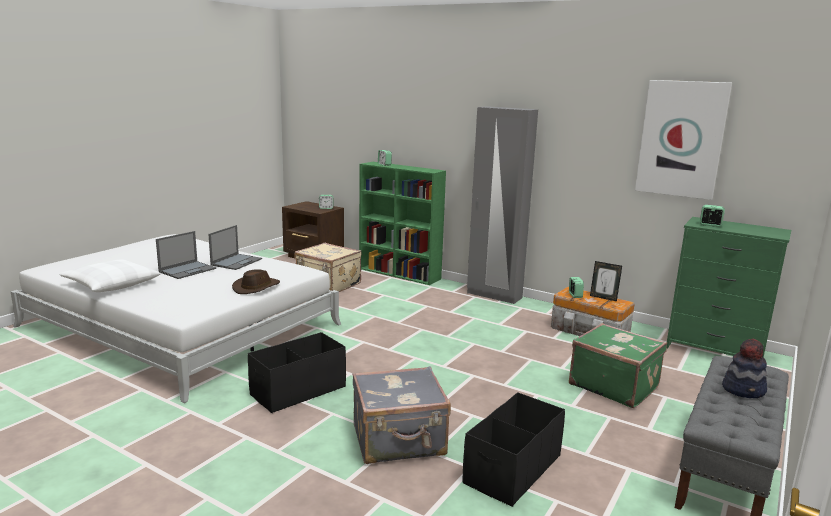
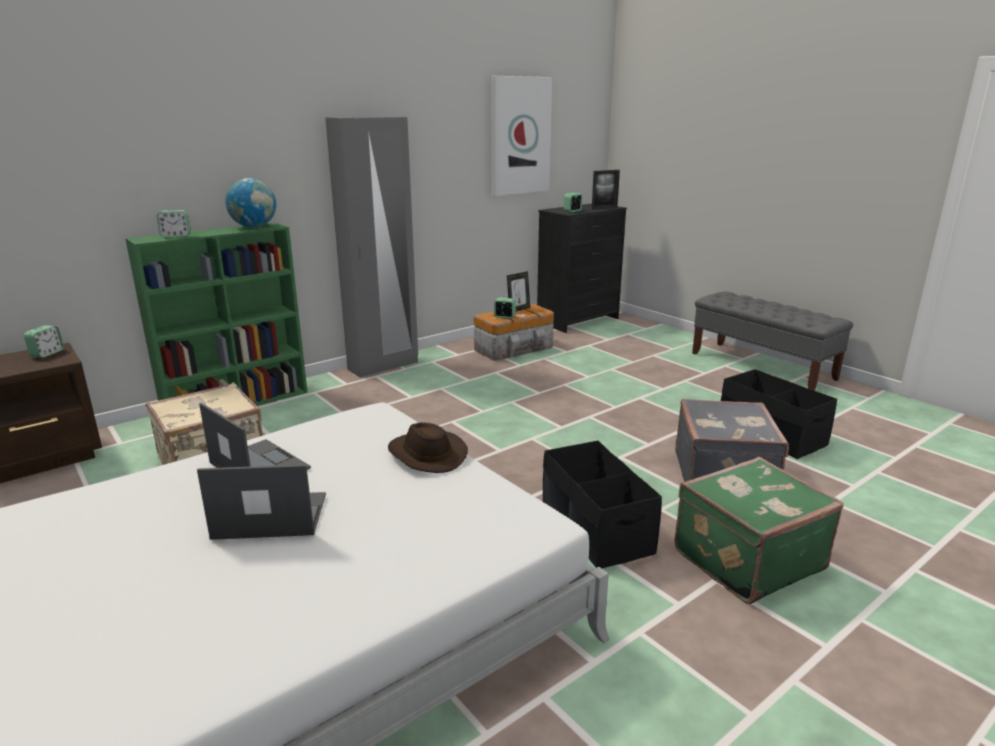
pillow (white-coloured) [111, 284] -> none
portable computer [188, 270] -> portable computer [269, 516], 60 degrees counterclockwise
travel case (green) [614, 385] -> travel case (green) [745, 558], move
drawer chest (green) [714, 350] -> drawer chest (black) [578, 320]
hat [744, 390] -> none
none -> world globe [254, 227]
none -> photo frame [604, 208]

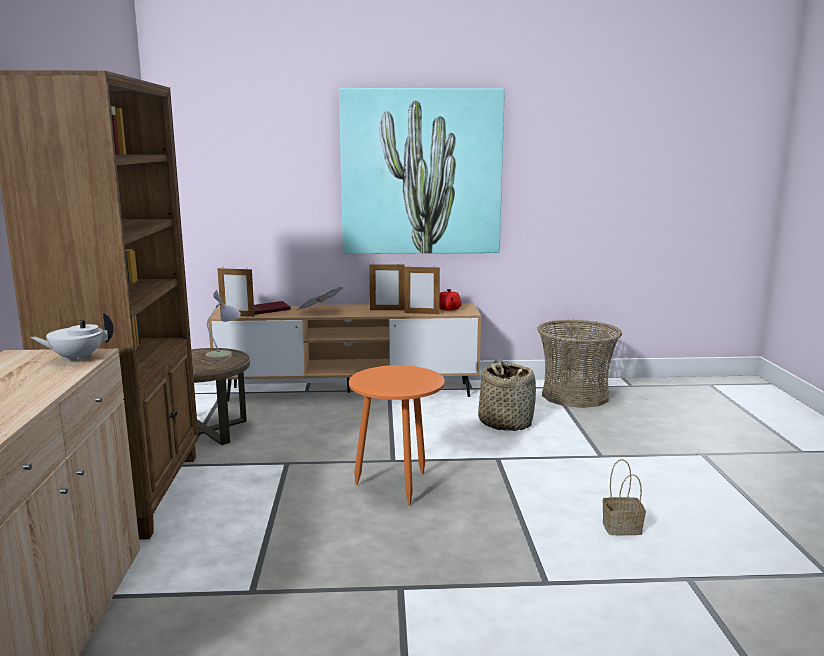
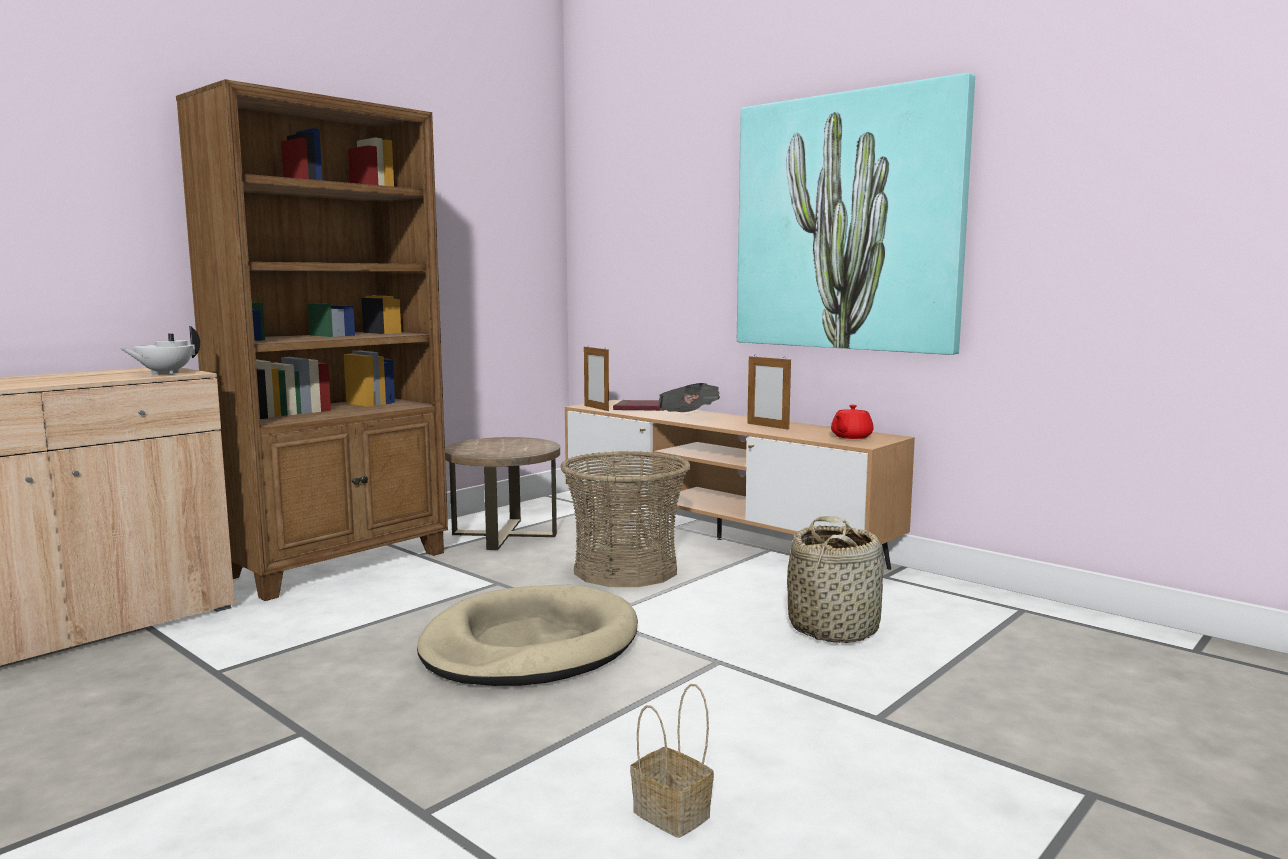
pot for tea (white-coloured) [77, 358] -> pot for tea (white-coloured) [164, 373], 75 degrees counterclockwise
tabletop lamp [224, 355] -> none
side table (orange) [397, 489] -> dog bed (beige-coloured) [530, 645]
photo frame [421, 313] -> none
storage basket [575, 395] -> storage basket [626, 569], move

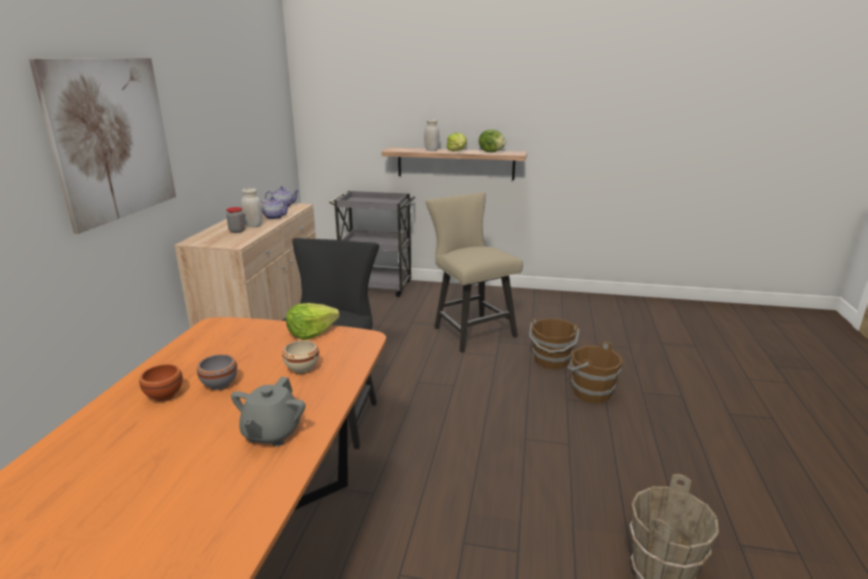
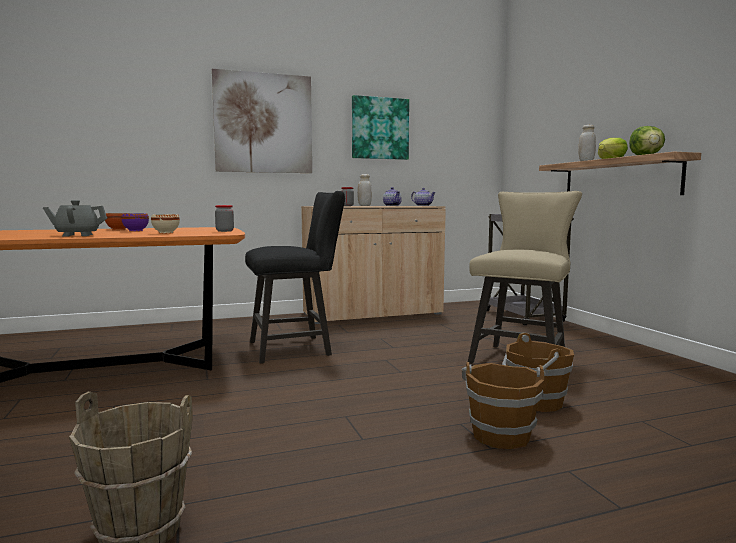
serving bowl (grey) [218, 385] -> serving bowl (purple-coloured) [135, 231]
head of lettuce [311, 333] -> preserve jar [224, 231]
none -> picture [380, 128]

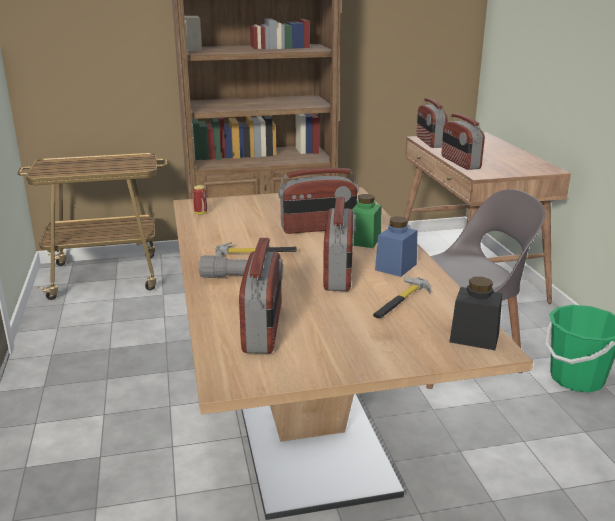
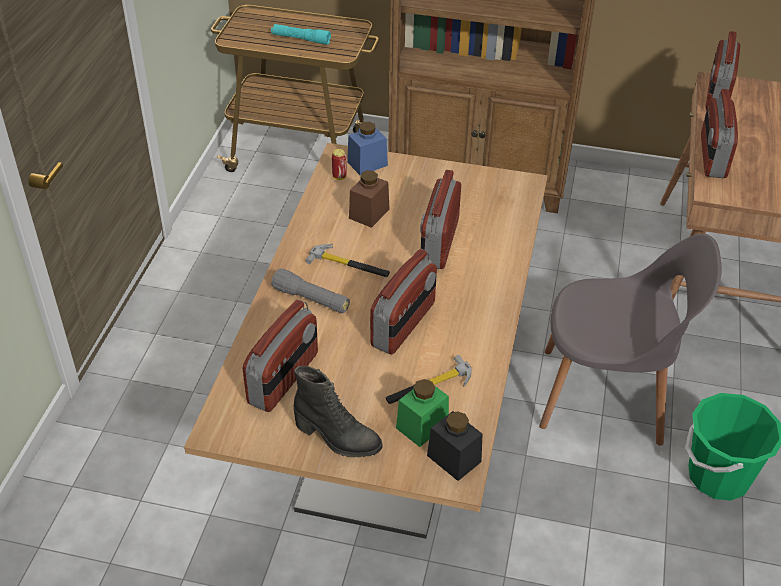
radio set [318, 228] -> radio set [438, 242], 90 degrees clockwise
preserve jar (green) [364, 240] -> preserve jar (green) [422, 426], move
preserve jar (blue) [396, 267] -> preserve jar (blue) [367, 164], move
none -> hand torch (turquoise) [301, 39]
none -> boot (black) [337, 438]
none -> preserve jar (brown-coloured) [369, 213]

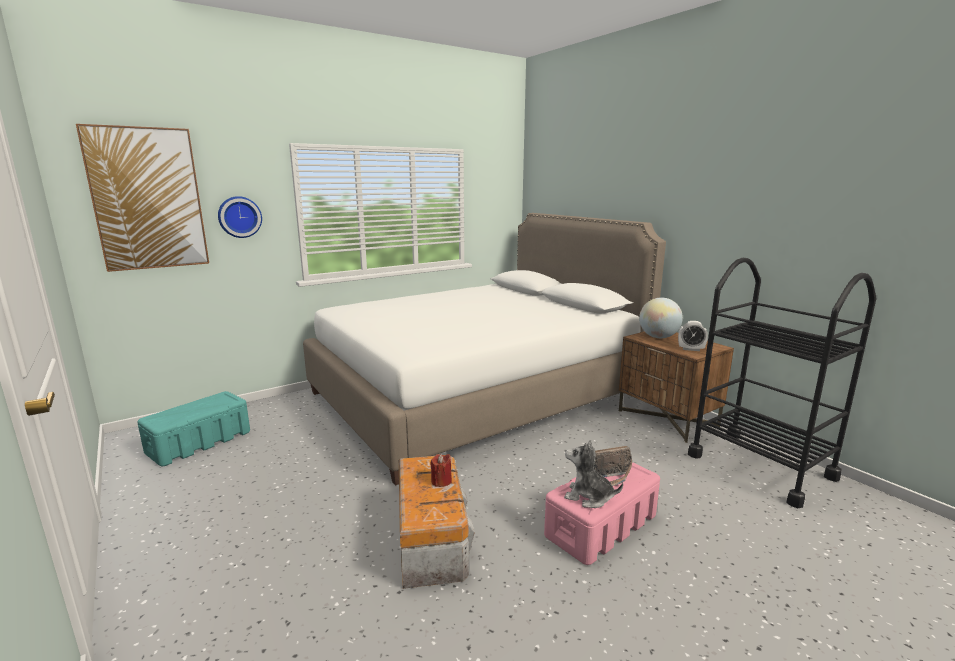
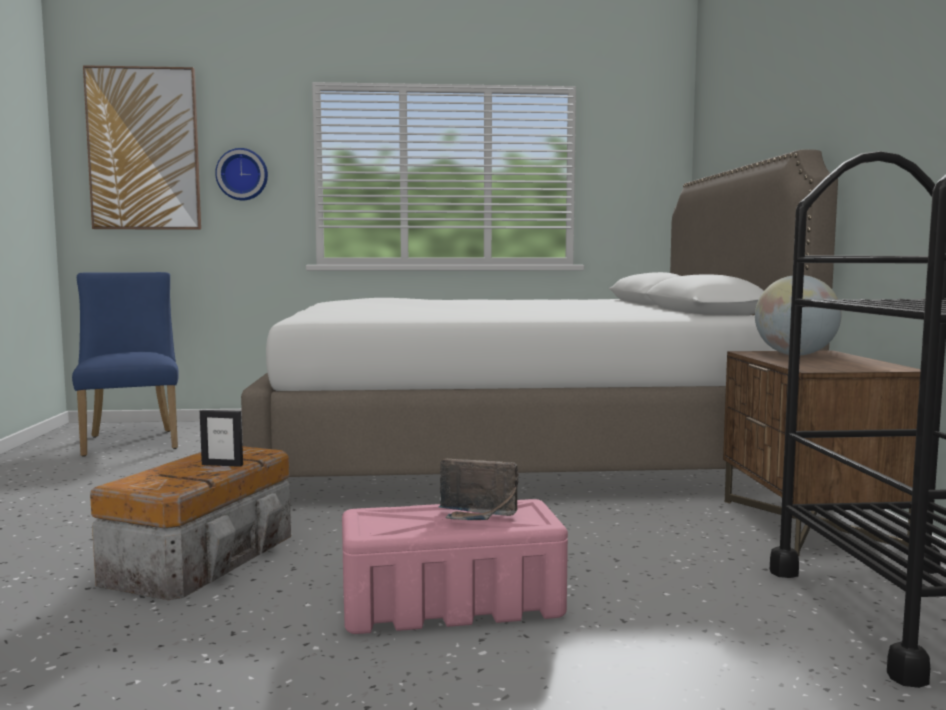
storage box (turquoise) [200, 442] -> plain chair (blue) [132, 441]
wax light (reddish) [441, 481] -> photo frame [222, 465]
soft toy [588, 497] -> none
alarm clock [691, 349] -> none

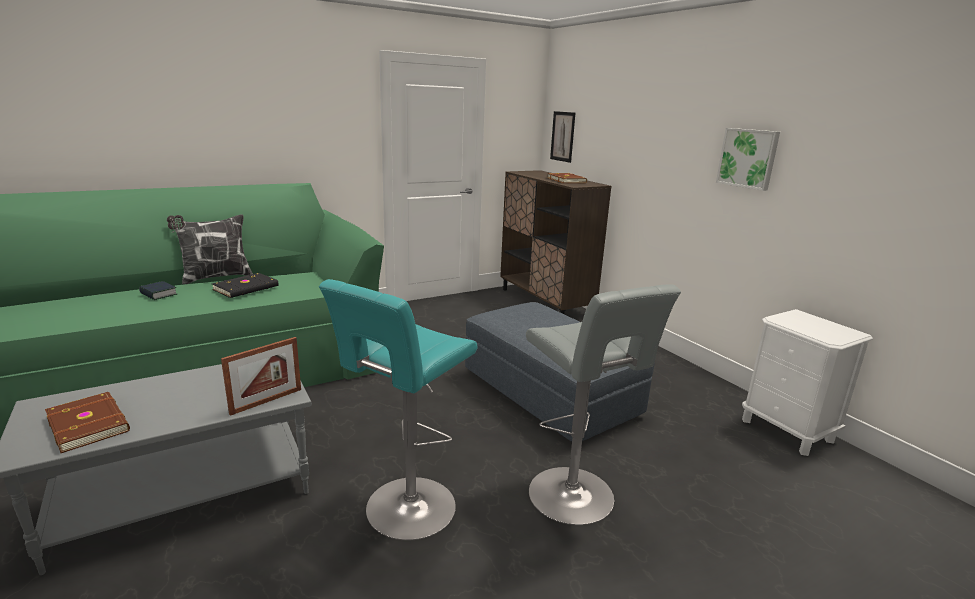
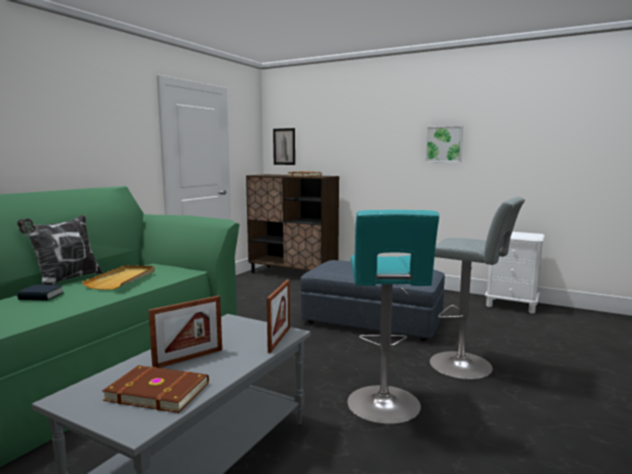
volume (black) [247, 288] -> tray (beige-coloured) [122, 279]
none -> photo frame [188, 358]

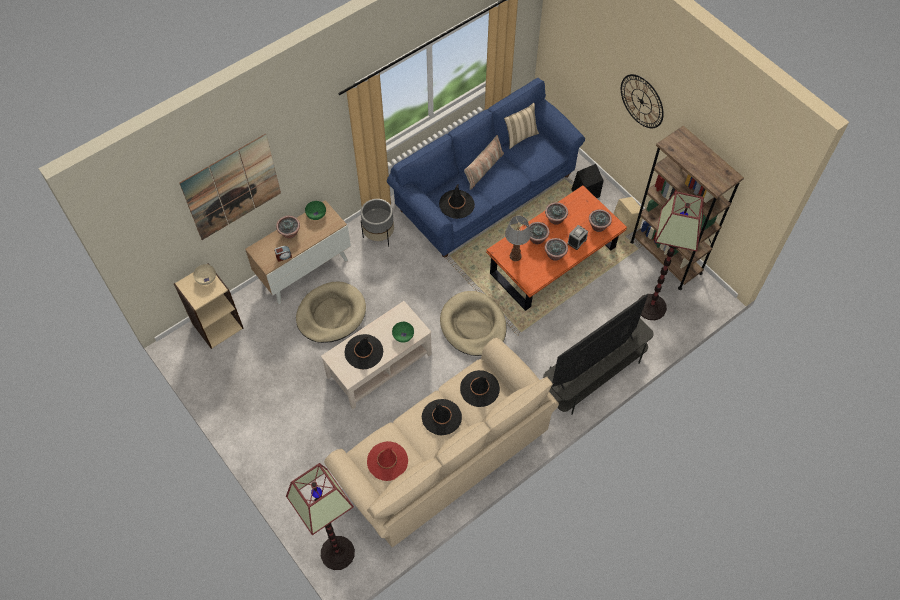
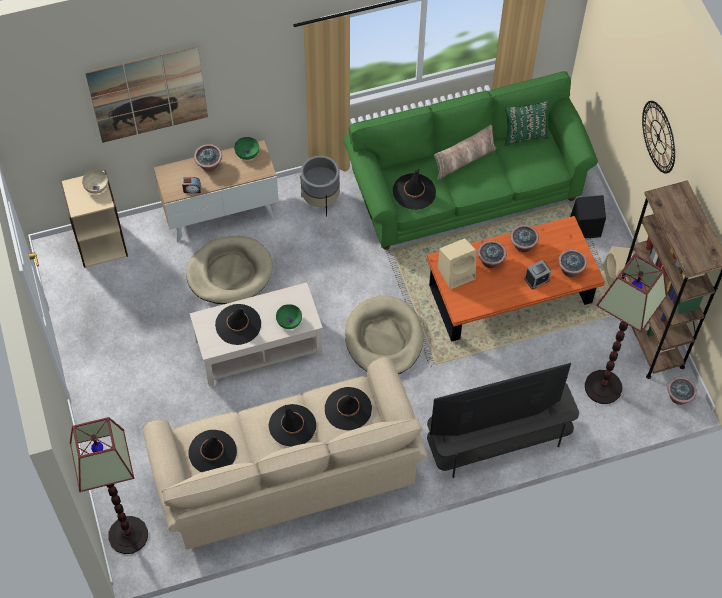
hat (reddish) [387, 461] -> hat (black) [212, 452]
couch (blue) [486, 193] -> couch (green) [465, 190]
pillow (beige-coloured) [520, 136] -> pillow (green) [524, 135]
tabletop lamp [515, 255] -> speaker (beige-coloured) [457, 273]
potted plant [554, 255] -> potted plant [678, 397], move

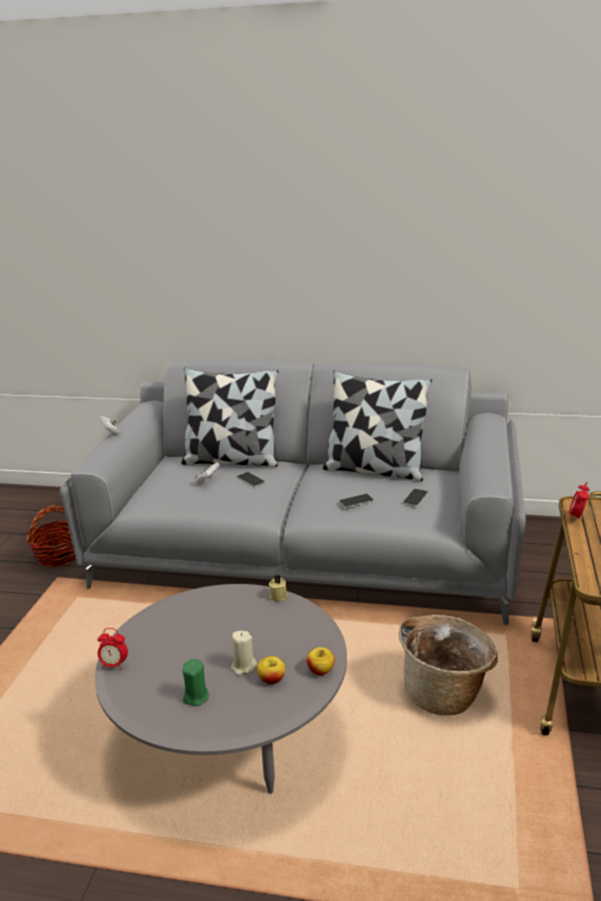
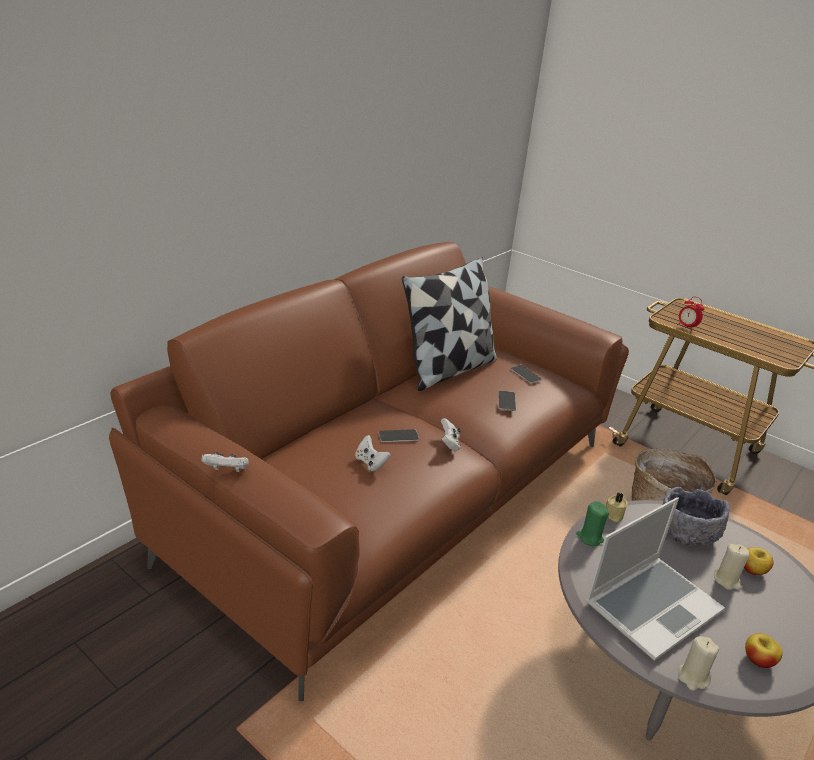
storage basket [59, 555] -> none
couch (grey) [306, 553] -> couch (brown-coloured) [396, 493]
alarm clock [114, 665] -> wax light (beige-coloured) [693, 677]
pillow [232, 460] -> none
wax light (green) [196, 697] -> wax light (green) [589, 537], move
apple [321, 670] -> apple [758, 660], move
none -> game controller (white-coloured) [449, 444]
none -> portable computer [652, 606]
none -> serving bowl (grey) [687, 532]

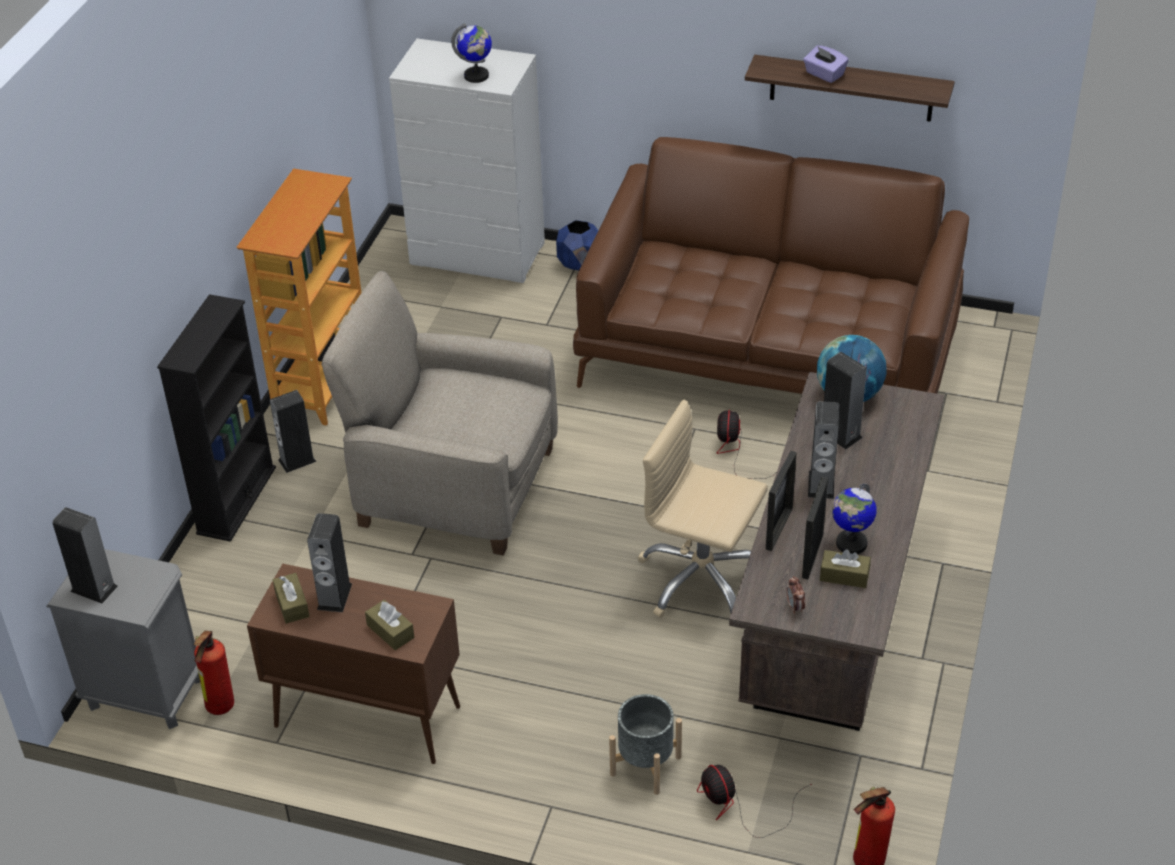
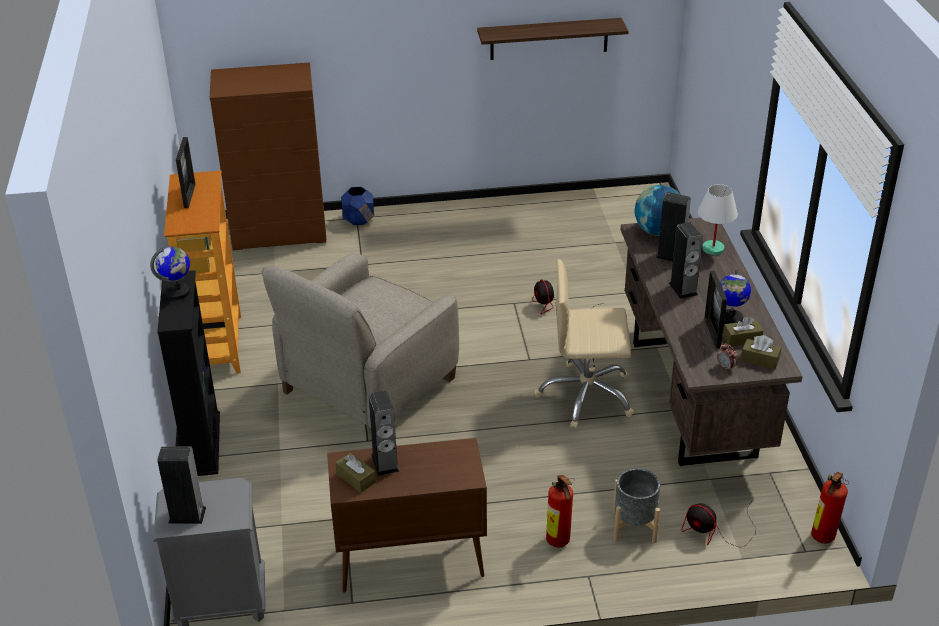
fire extinguisher [218, 709] -> fire extinguisher [559, 543], move
speaker [297, 460] -> none
easy chair (beige-coloured) [453, 486] -> easy chair (beige-coloured) [367, 386], 45 degrees counterclockwise
tissue box (brown-coloured) [390, 631] -> tissue box (brown-coloured) [760, 359], move
drawer chest (white-coloured) [478, 255] -> drawer chest (brown-coloured) [280, 232]
world globe [476, 76] -> world globe [178, 292], move
couch (brown-coloured) [770, 348] -> none
photo frame [779, 529] -> photo frame [189, 196], move
tissue box (purple-coloured) [824, 74] -> none
none -> tabletop lamp (white-coloured) [712, 248]

